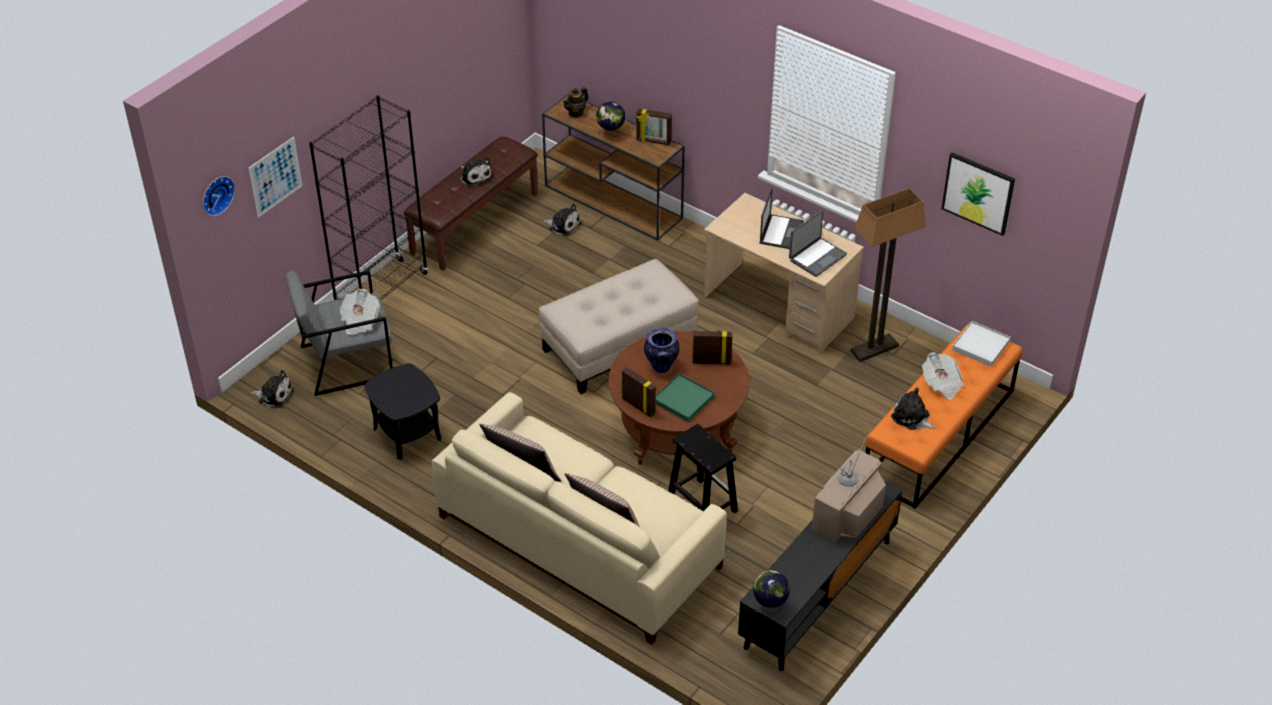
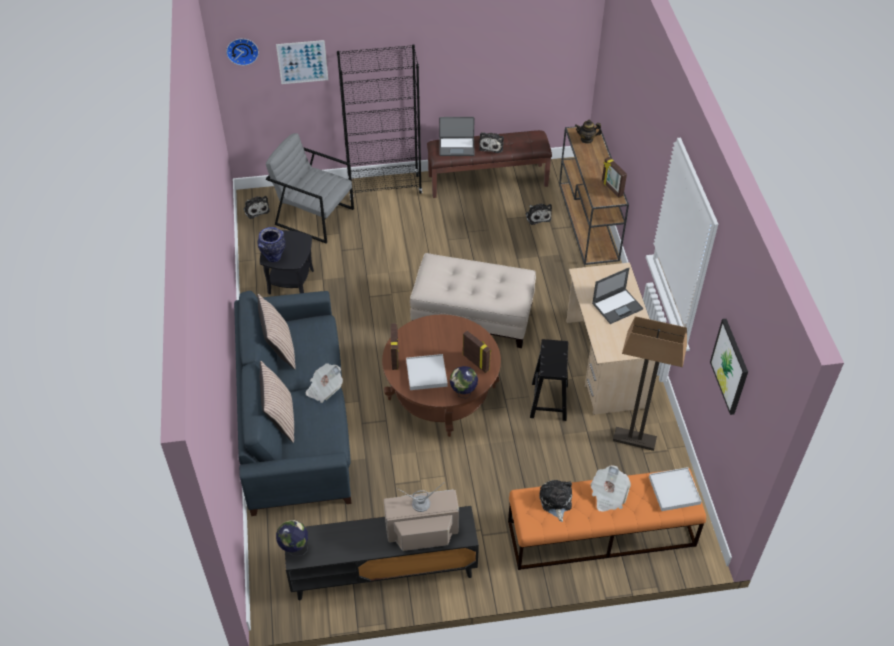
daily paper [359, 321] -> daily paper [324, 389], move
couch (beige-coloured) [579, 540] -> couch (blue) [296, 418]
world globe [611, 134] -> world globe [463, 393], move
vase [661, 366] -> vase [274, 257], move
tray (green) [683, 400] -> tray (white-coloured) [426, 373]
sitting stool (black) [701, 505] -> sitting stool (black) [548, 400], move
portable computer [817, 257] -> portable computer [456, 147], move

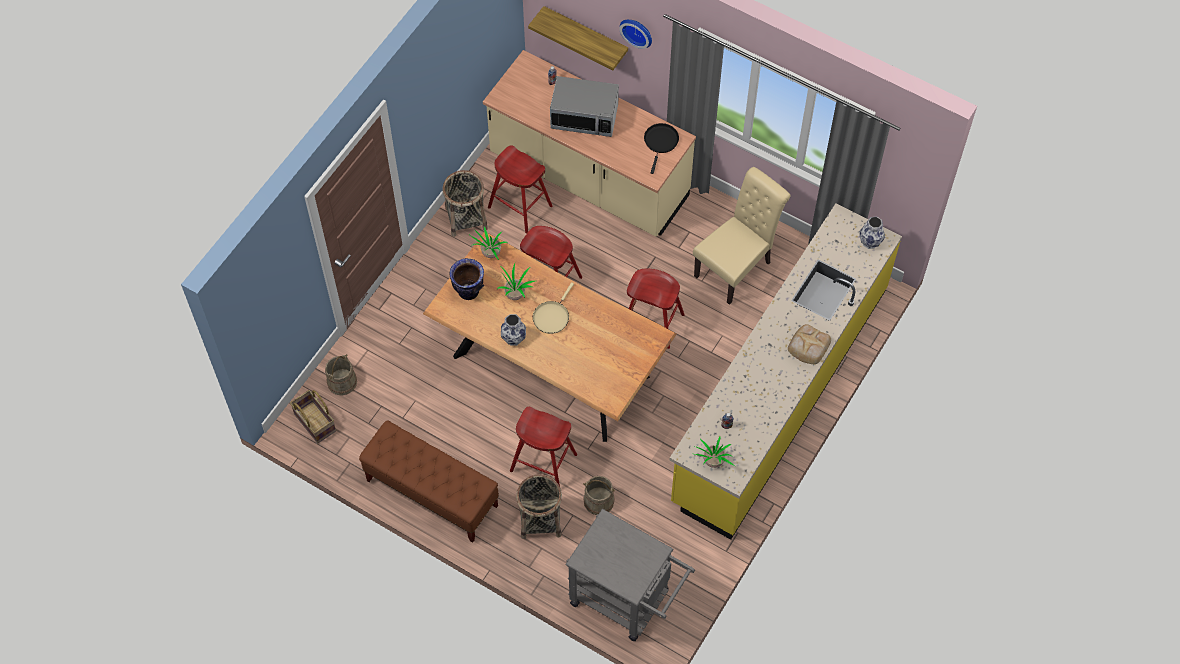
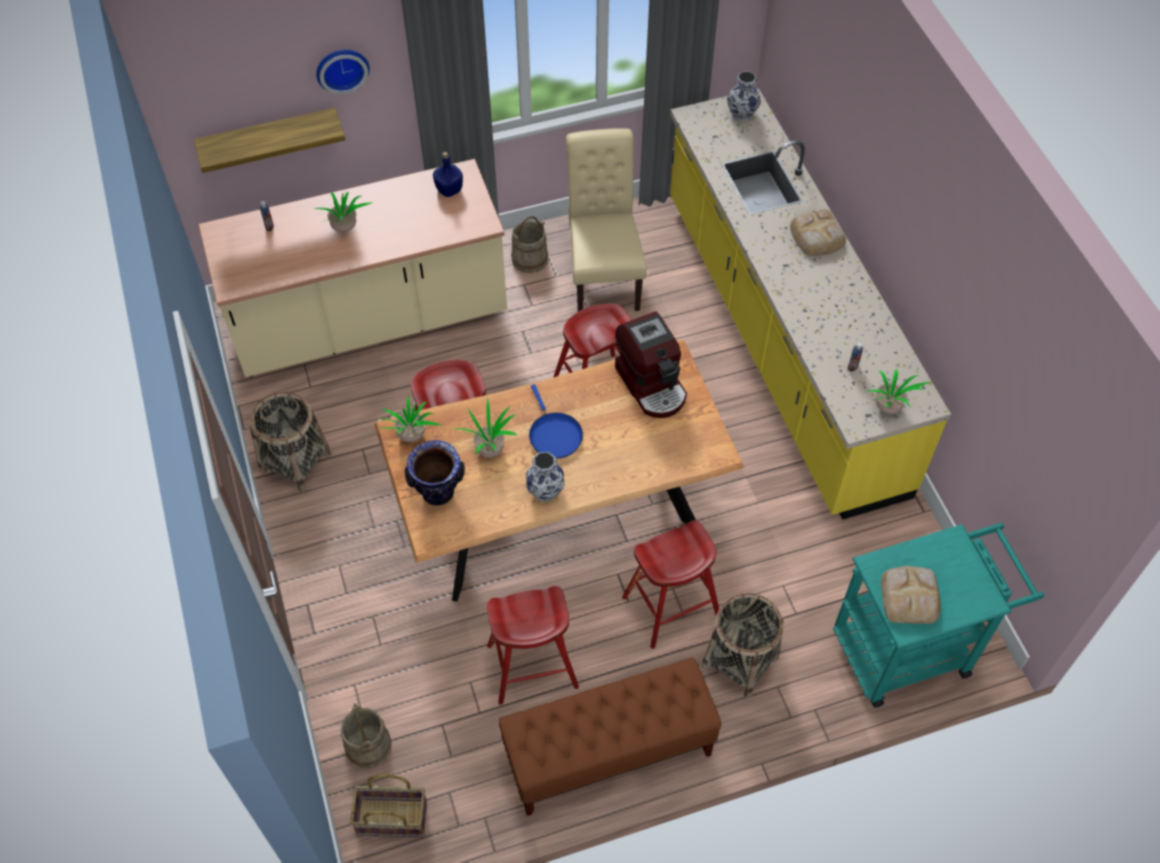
sitting stool (reddish) [520, 206] -> sitting stool (reddish) [533, 666], move
frying pan (beige-coloured) [552, 316] -> frying pan (blue) [554, 434]
microwave oven [584, 117] -> potted plant [345, 229]
cart (grey) [627, 601] -> cart (turquoise) [912, 647]
pail (beige-coloured) [598, 501] -> pail (beige-coloured) [530, 259], move
frying pan (black) [661, 142] -> bottle (blue) [449, 189]
none -> coffee maker [652, 384]
none -> baked bread [910, 596]

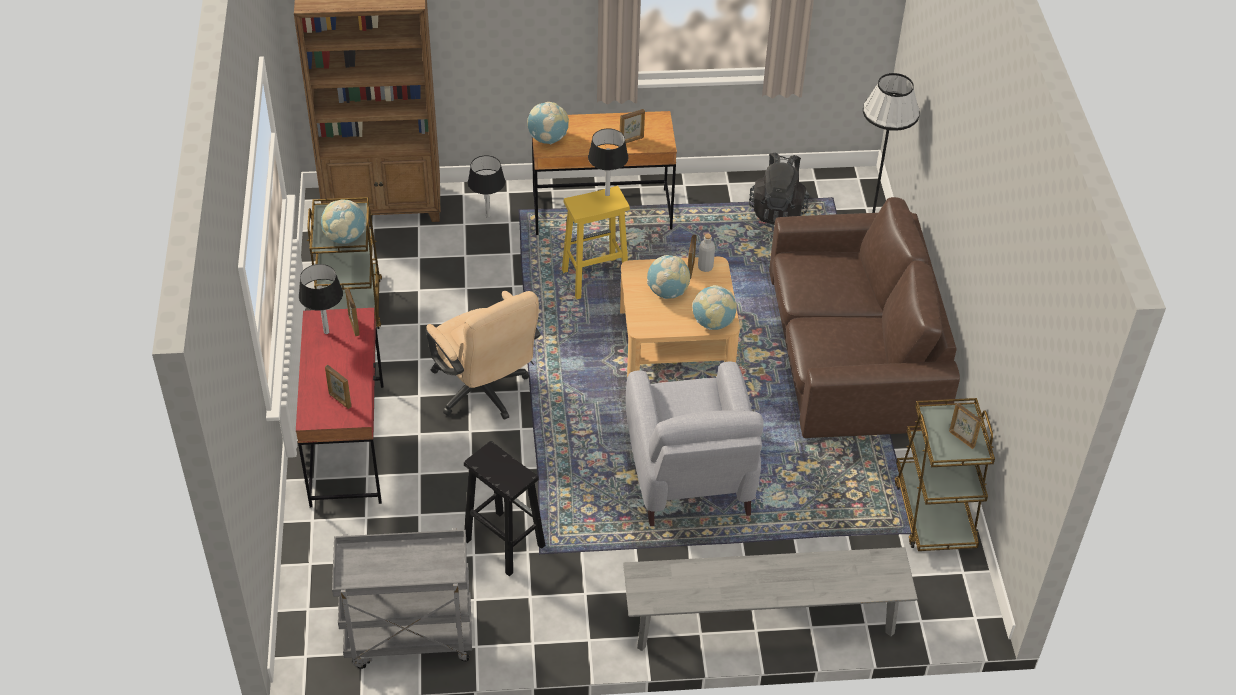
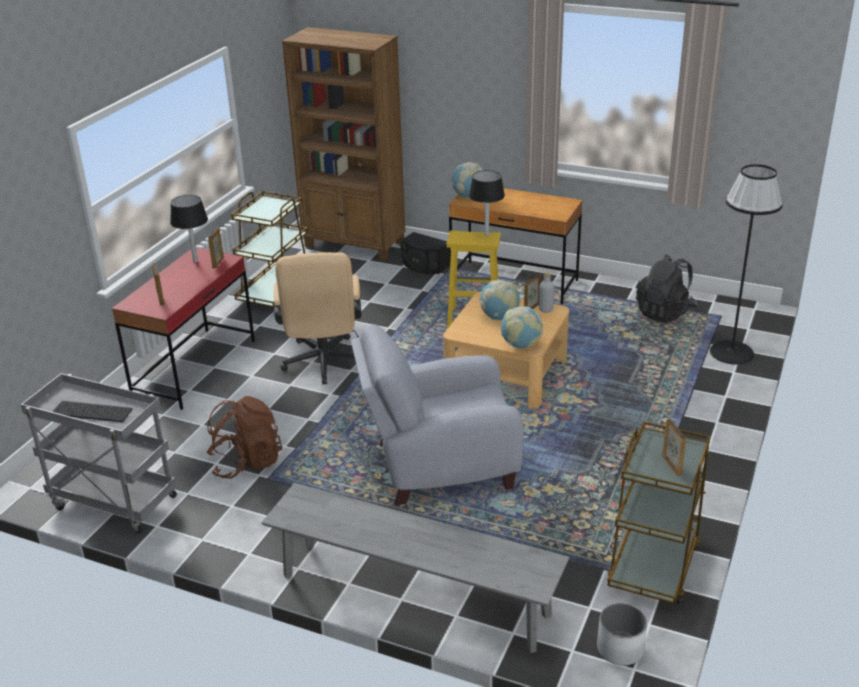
world globe [345, 237] -> none
sitting stool (black) [503, 542] -> rucksack (brown-coloured) [246, 462]
tabletop lamp (black) [488, 216] -> speaker (black) [424, 266]
photo frame [631, 140] -> none
easy chair (grey) [690, 478] -> easy chair (grey) [439, 466], 60 degrees clockwise
couch (brown-coloured) [851, 351] -> none
none -> keyboard [90, 412]
none -> planter (white-coloured) [620, 648]

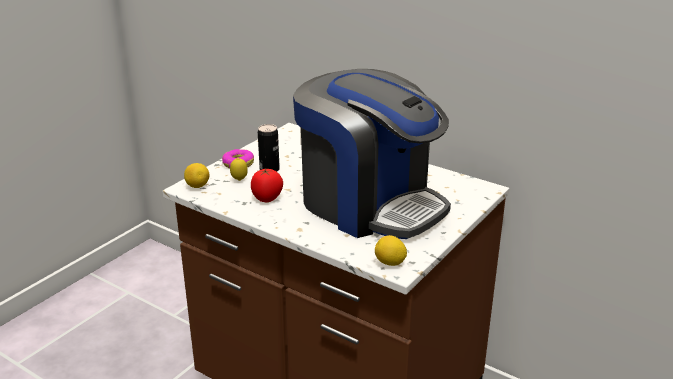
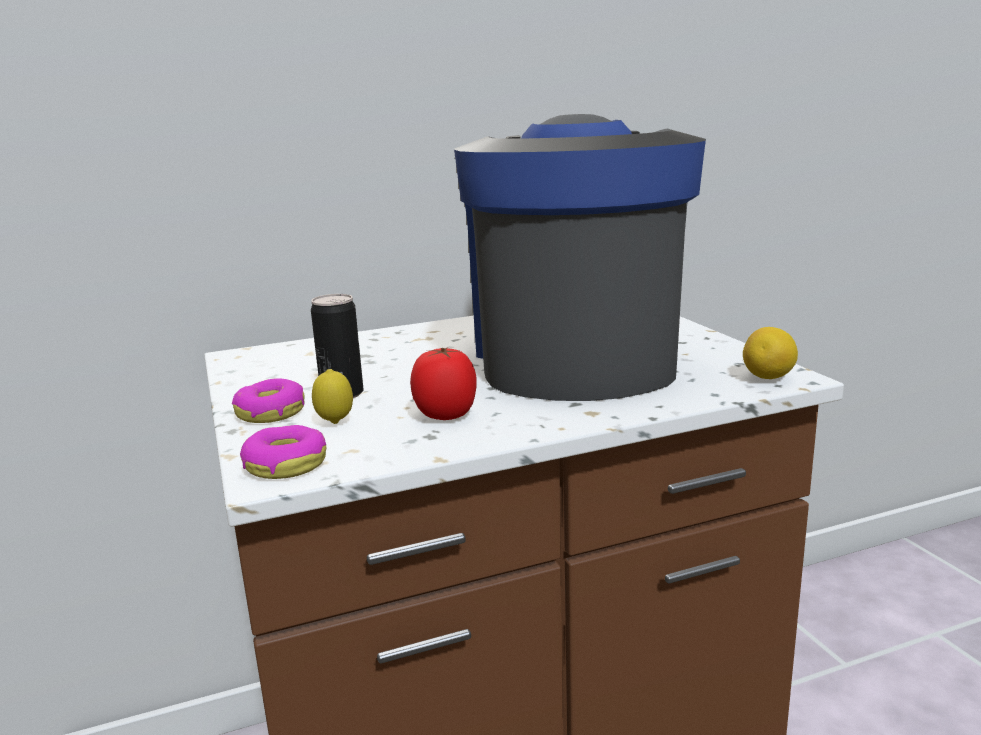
lemon [197, 186] -> doughnut [286, 464]
coffee maker [370, 204] -> coffee maker [574, 356], 75 degrees counterclockwise

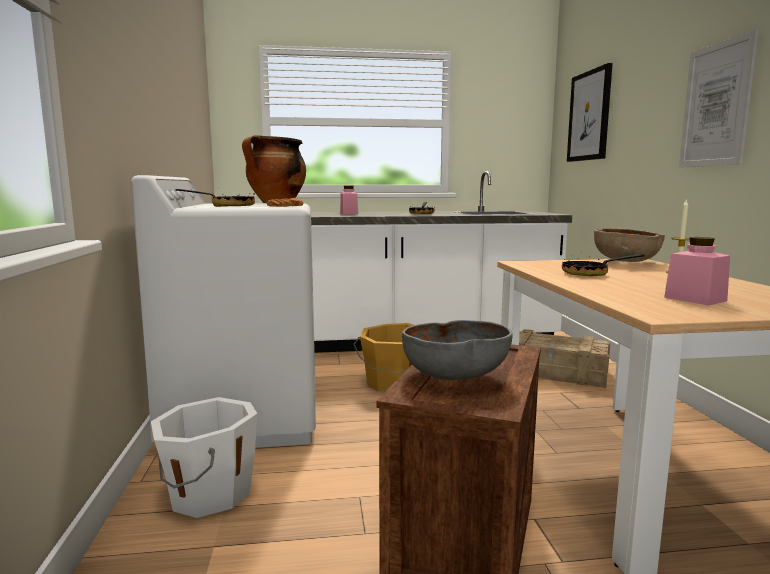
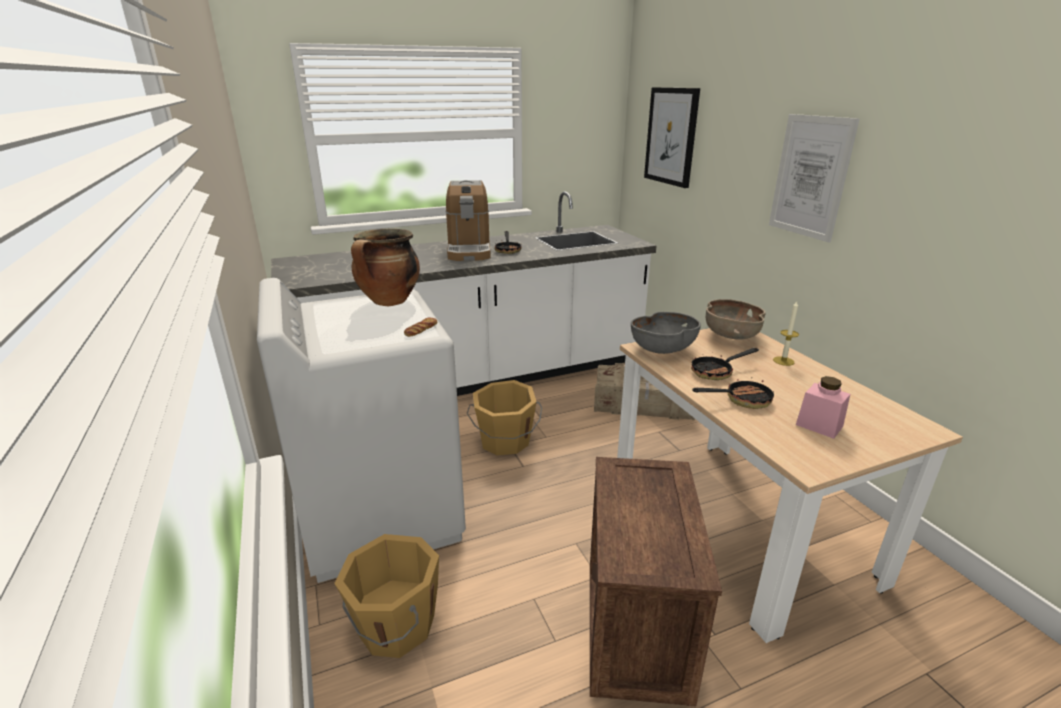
pail (white-coloured) [208, 494] -> pail (orange) [395, 626]
frying pan [226, 206] -> frying pan [741, 400], move
preserve jar (pink-coloured) [349, 213] -> none
serving bowl (grey) [455, 376] -> serving bowl (grey) [663, 349], move
none -> coffee maker [469, 250]

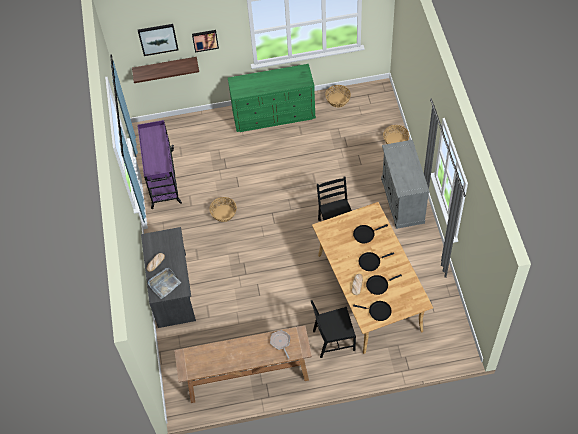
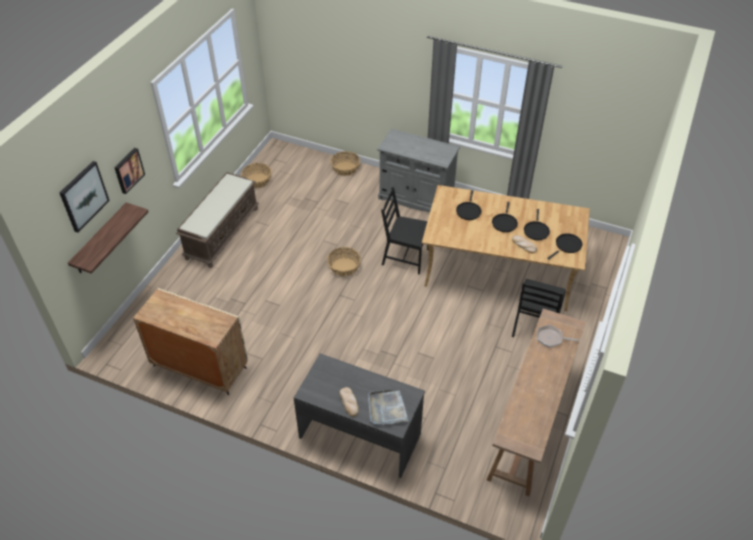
cart (purple-coloured) [162, 179] -> storage cabinet (beige-coloured) [199, 367]
storage basket [224, 213] -> storage basket [344, 267], move
drawer chest (green) [274, 115] -> bench (brown-coloured) [222, 232]

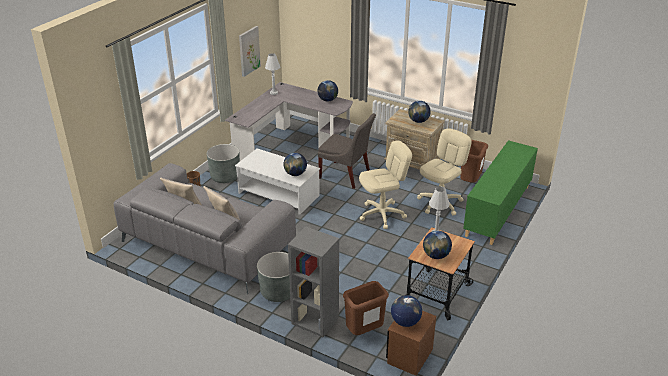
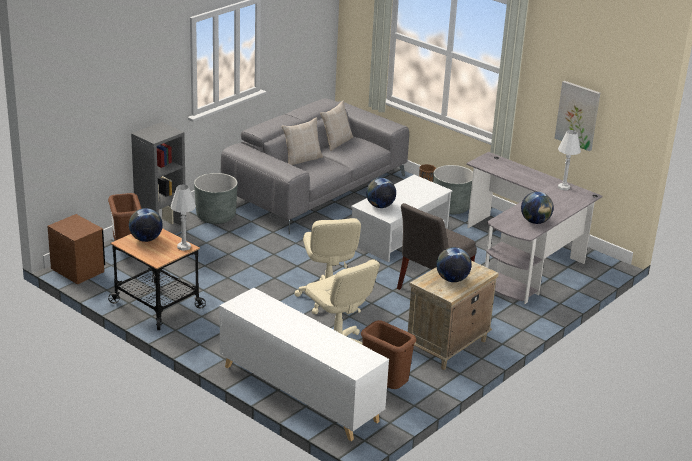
world globe [405, 322] -> none
storage cabinet (green) [497, 211] -> storage cabinet (white-coloured) [299, 393]

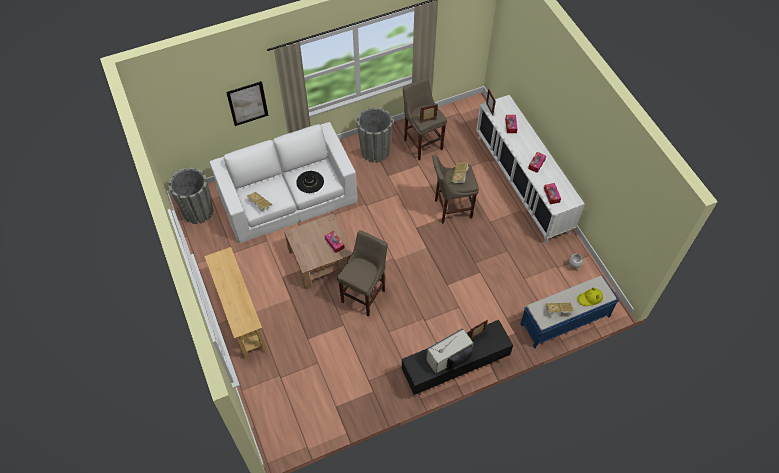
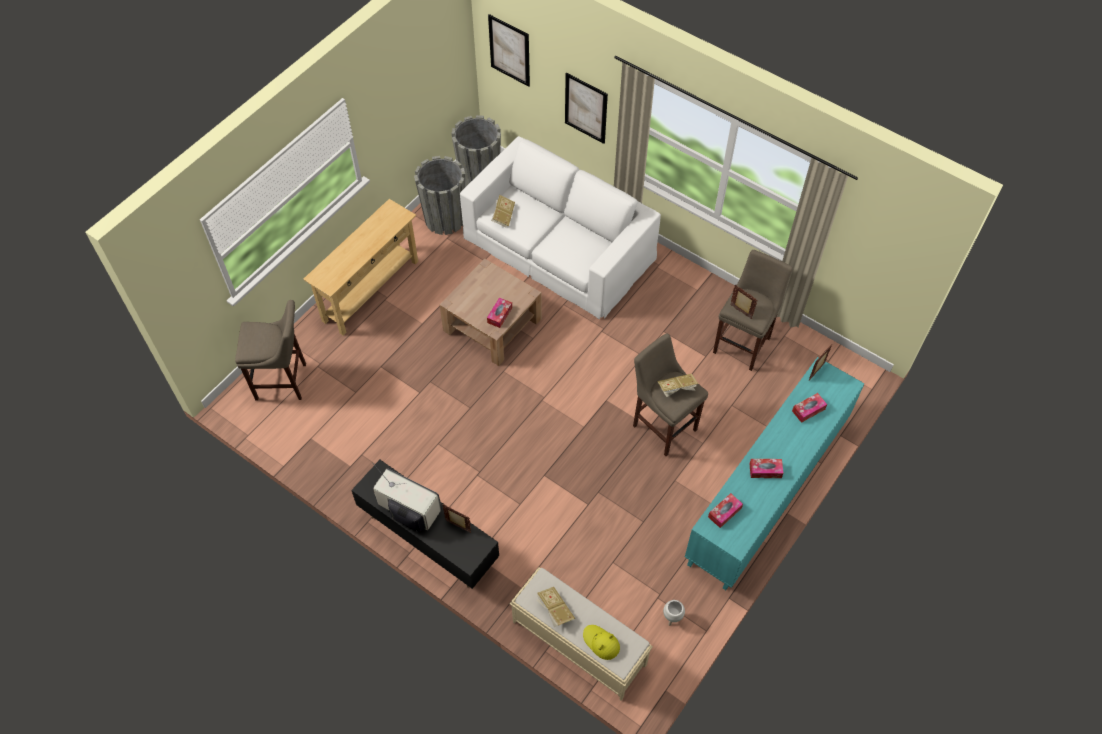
hat (black) [310, 182] -> none
sitting stool (beige-coloured) [364, 294] -> sitting stool (beige-coloured) [284, 382], move
planter (grey) [375, 151] -> planter (grey) [445, 219], move
storage cabinet (white-coloured) [522, 183] -> storage cabinet (turquoise) [767, 492]
bench (blue) [564, 320] -> bench (beige-coloured) [578, 642]
none -> picture [509, 50]

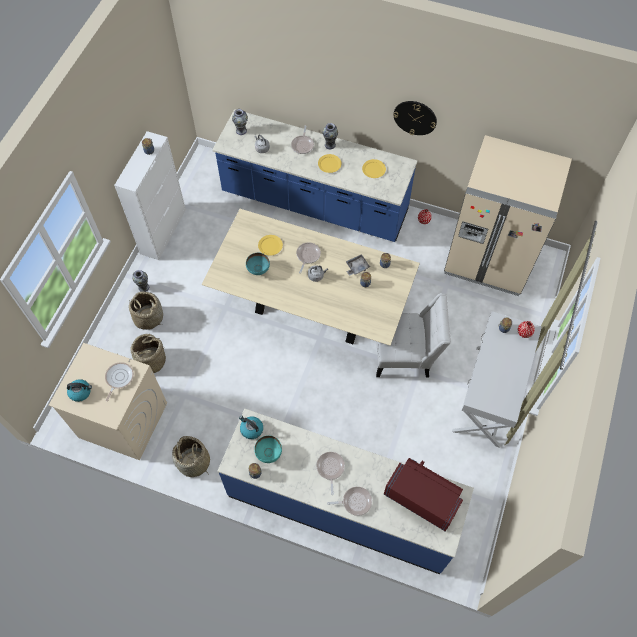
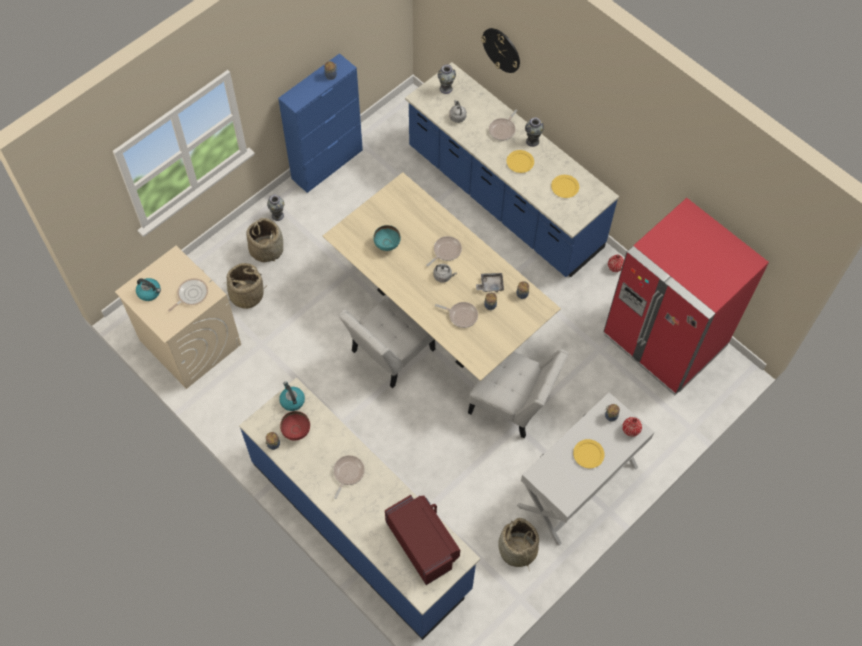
storage cabinet (white-coloured) [163, 231] -> storage cabinet (blue) [327, 164]
storage basket [194, 462] -> storage basket [517, 550], move
serving bowl (turquoise) [269, 453] -> serving bowl (reddish) [296, 431]
flat dish (yellow-coloured) [270, 246] -> flat dish (yellow-coloured) [588, 454], move
frying pan [355, 502] -> frying pan [461, 315], move
wall clock [415, 117] -> wall clock [501, 50], move
refrigerator (beige-coloured) [488, 259] -> refrigerator (reddish) [664, 341]
none -> plain chair (white-coloured) [389, 353]

